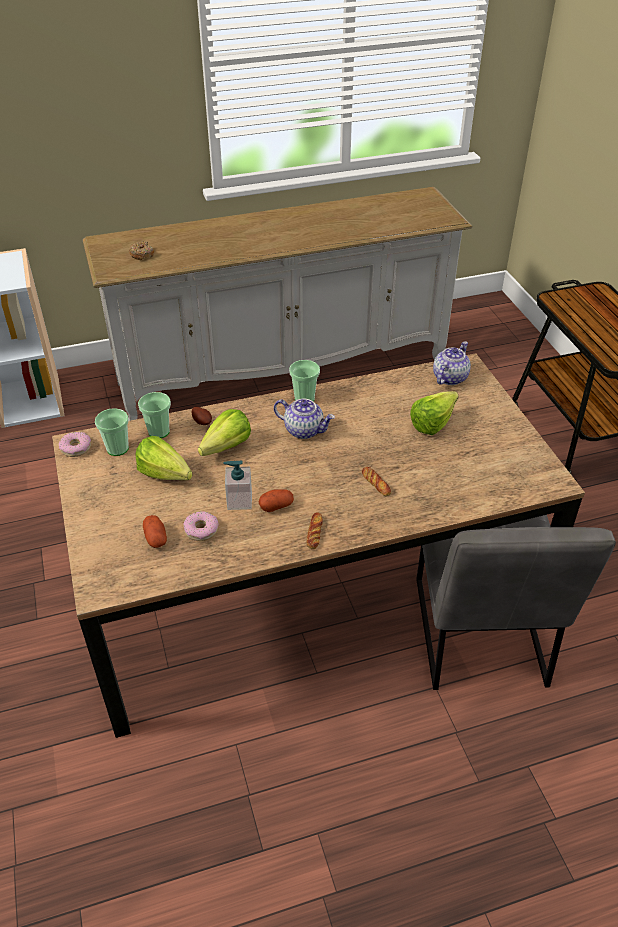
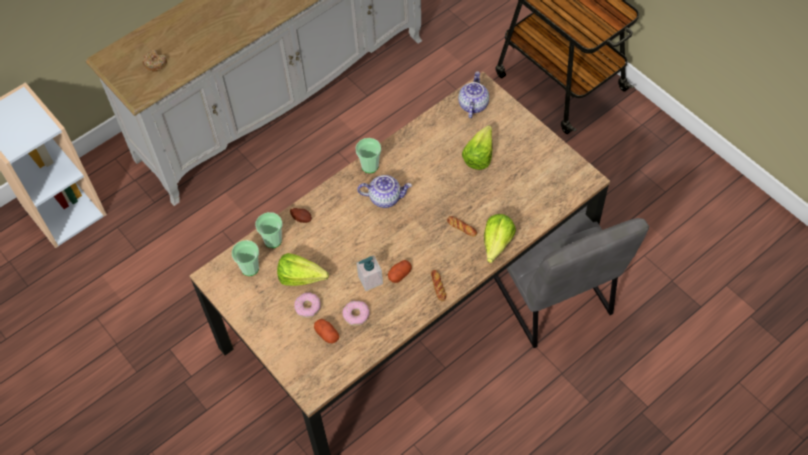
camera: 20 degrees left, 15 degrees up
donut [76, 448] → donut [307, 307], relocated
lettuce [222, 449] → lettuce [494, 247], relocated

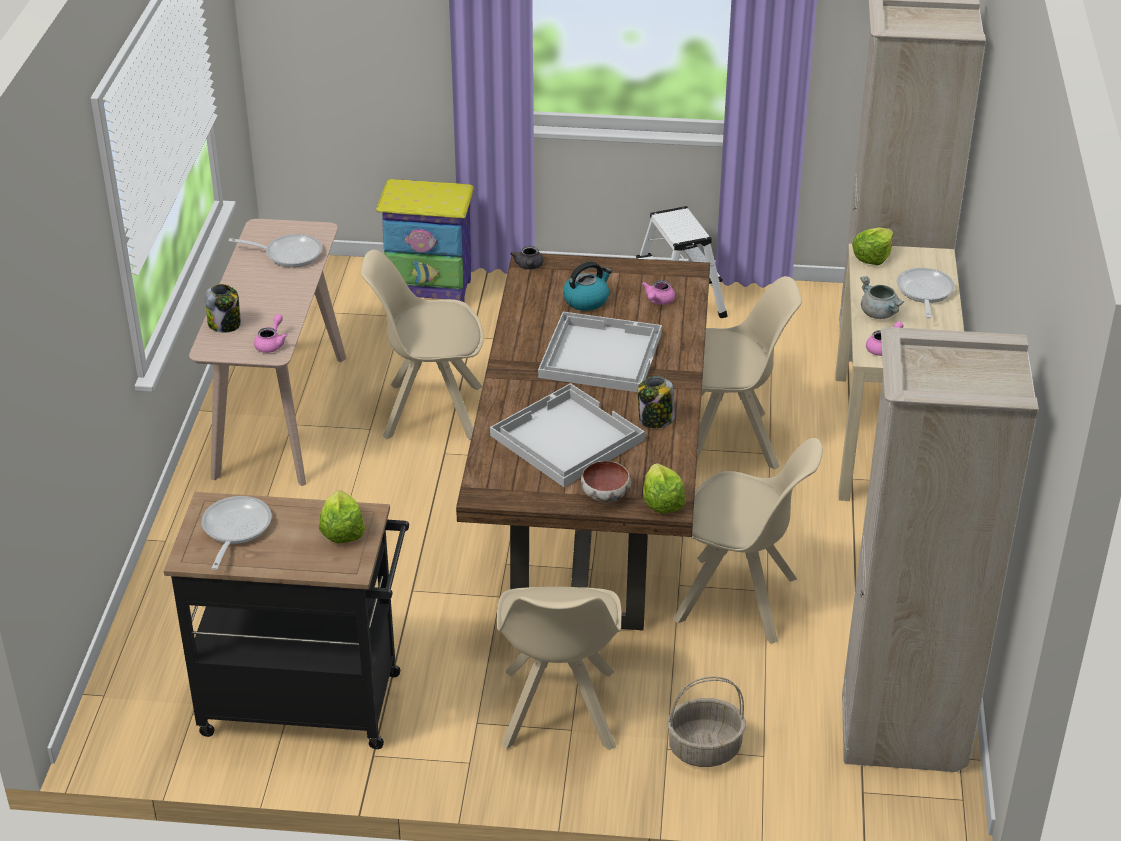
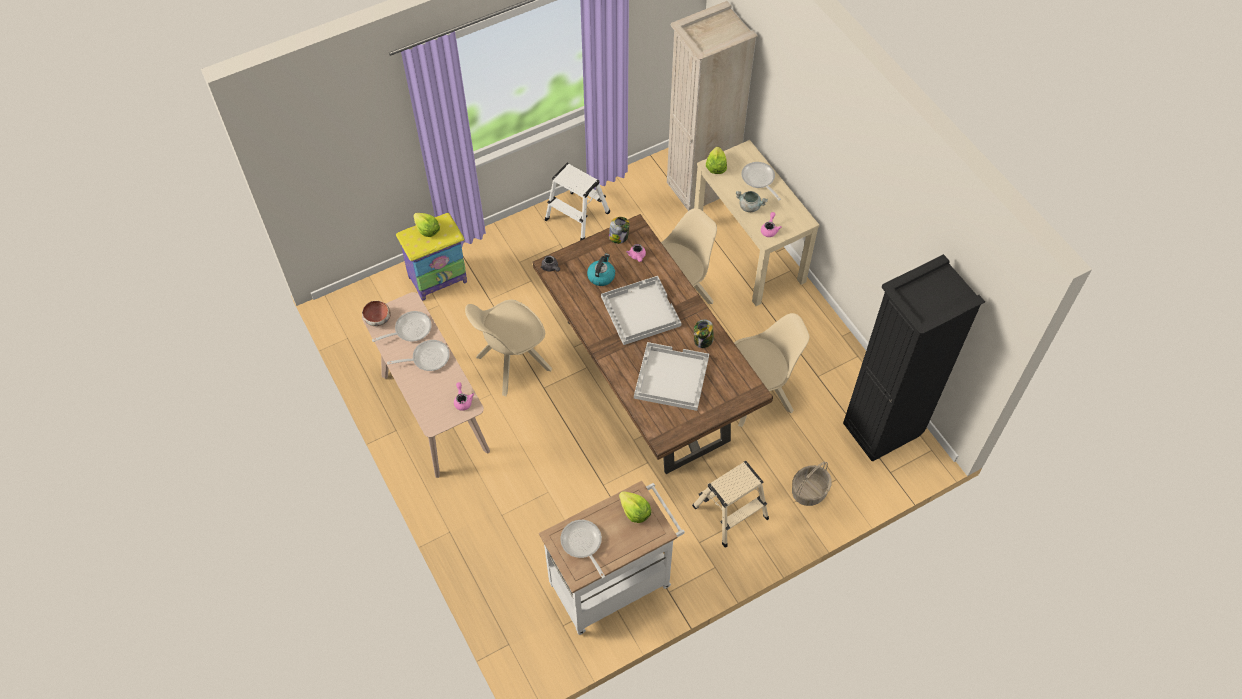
camera: 35 degrees left, 20 degrees up
serving_bowl [606, 495] → serving_bowl [378, 319], relocated
- → skillet [427, 358]
lettuce [661, 502] → lettuce [427, 230], relocated
black-coloured_wheeled_cart [307, 705] → white-coloured_wheeled_cart [613, 584]
storage_jar [225, 324] → storage_jar [619, 237], relocated
beige-coloured_chair [558, 711] → beige-coloured_stepladder [730, 512]
beige-coloured_cupboard [901, 733] → black-coloured_cupboard [882, 429]

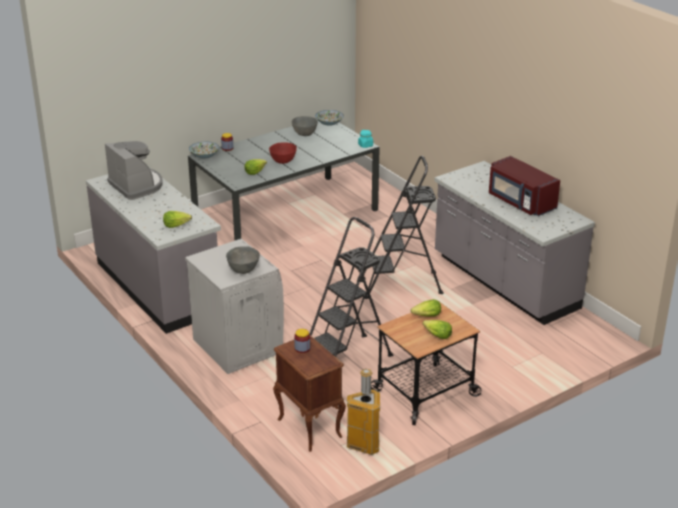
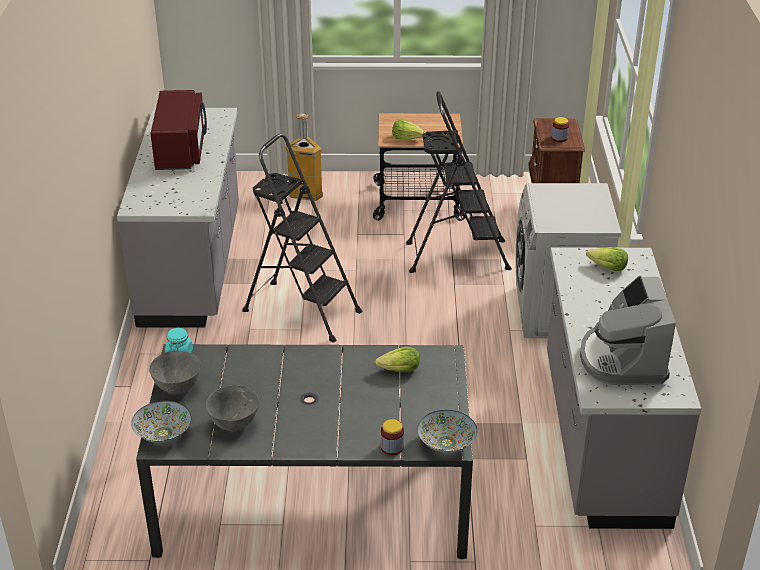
camera: 145 degrees left, 5 degrees up
greyish_serving_bowl [243, 270] → greyish_serving_bowl [178, 387], relocated
trash_can [363, 445] → trash_can [306, 195], relocated
red-coloured_serving_bowl [283, 162] → -
lettuce [437, 335] → -

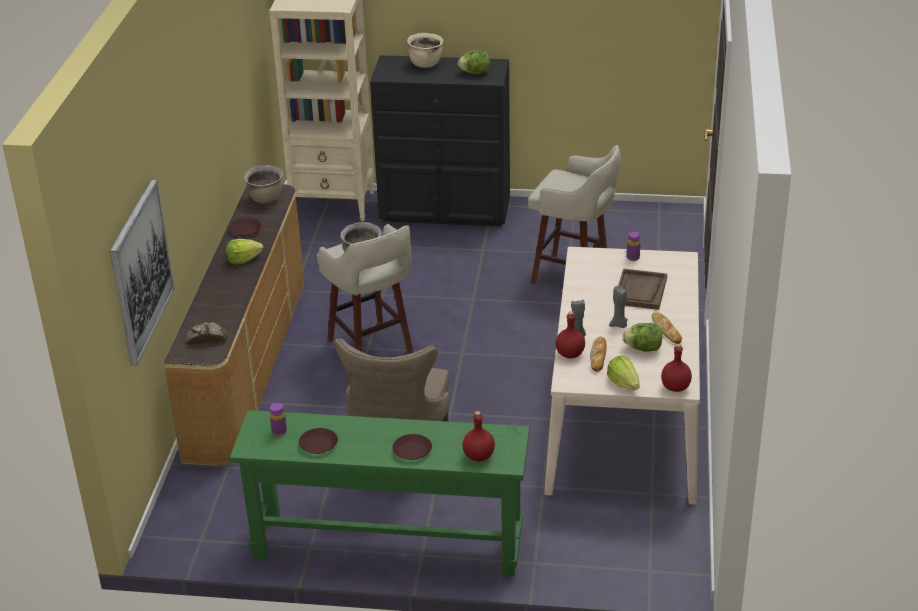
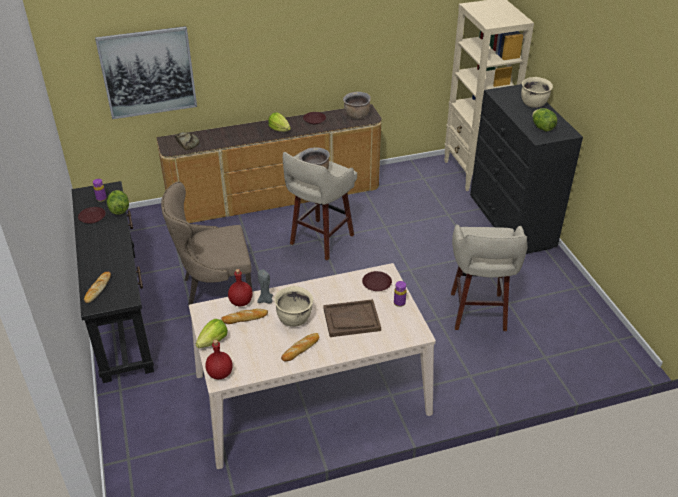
camera: 65 degrees right, 5 degrees up
green_hall_table [388, 543] → black-coloured_hall_table [120, 312]
red-coloured_beverage_bottle [478, 456] → baked_bread [98, 289]
lettuce [643, 348] → lettuce [119, 210], relocated
greyish_wax_light [619, 325] → beige-coloured_saucepot [294, 319]
brownish_dinner_plate [412, 451] → brownish_dinner_plate [377, 284], relocated

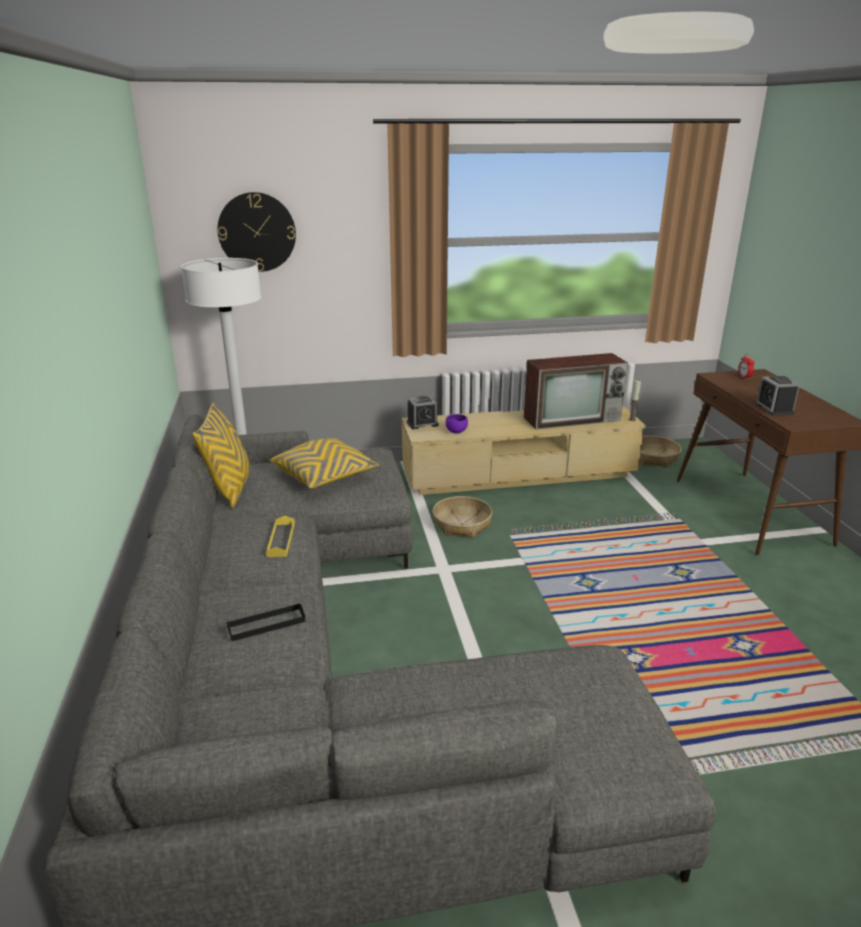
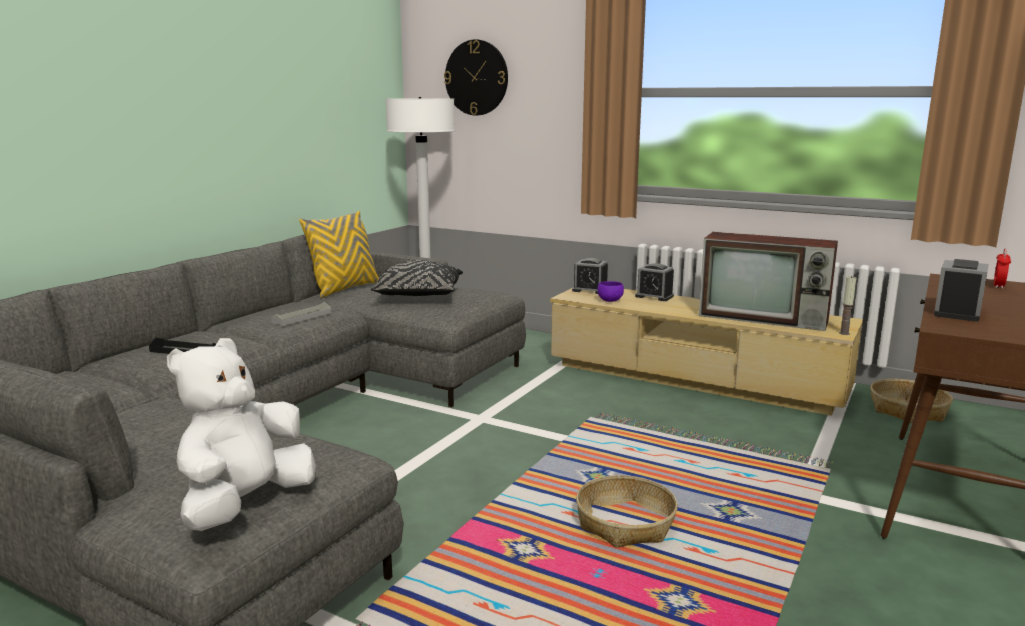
camera: 40 degrees right, 10 degrees down
- → white-coloured_soft_toy [245, 505]
yellowish_serving_tray [281, 540] → greyish_serving_tray [302, 317]
yellowish_pillow [325, 476] → black-coloured_pillow [419, 296]
household_basket [462, 524] → household_basket [625, 524], relocated
- → table_clock [654, 296]

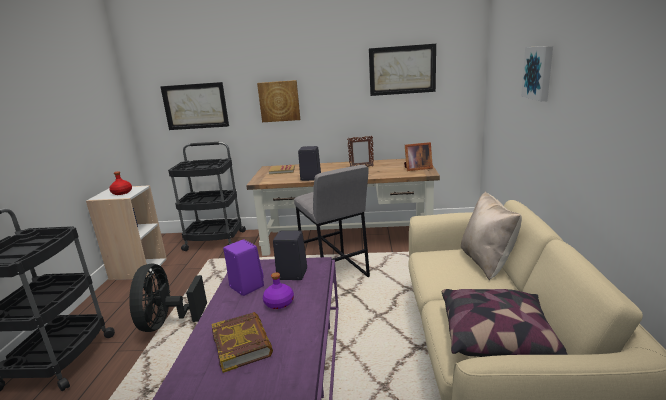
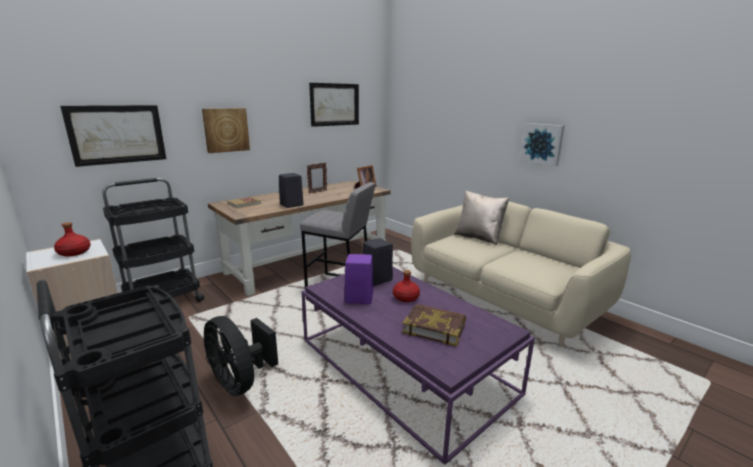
camera: 45 degrees left, 0 degrees up
purple-coloured_beverage_bottle [278, 303] → red-coloured_beverage_bottle [405, 298]
wall_picture [539, 72] → wall_picture [542, 144], relocated
pillow [497, 337] → -

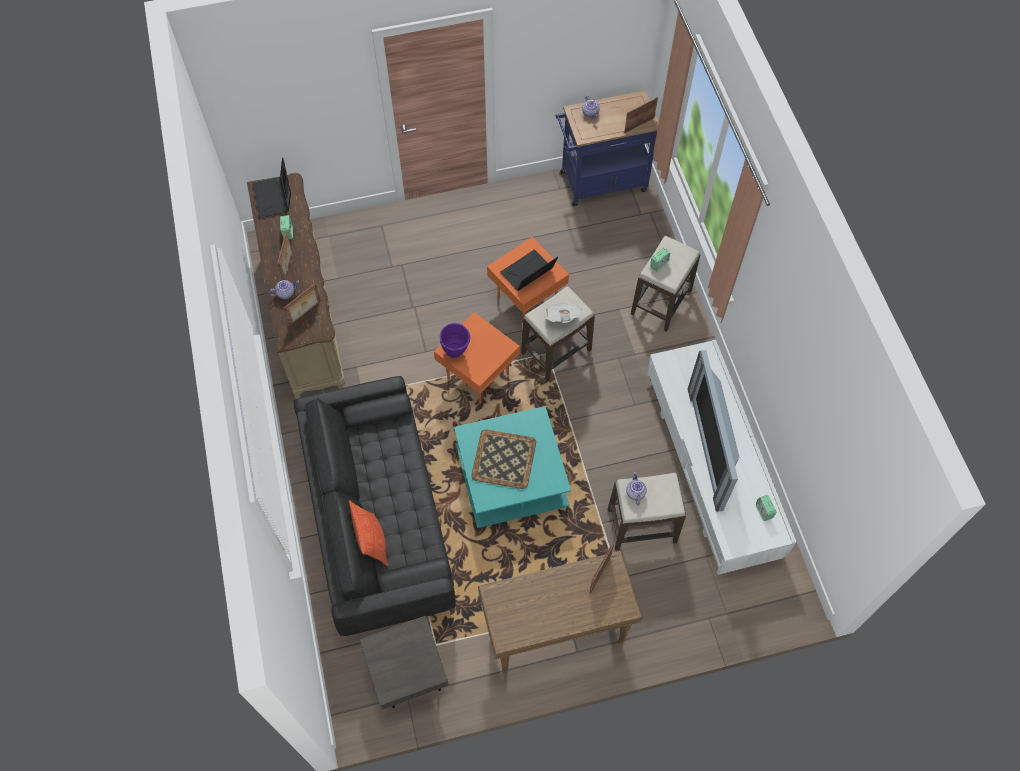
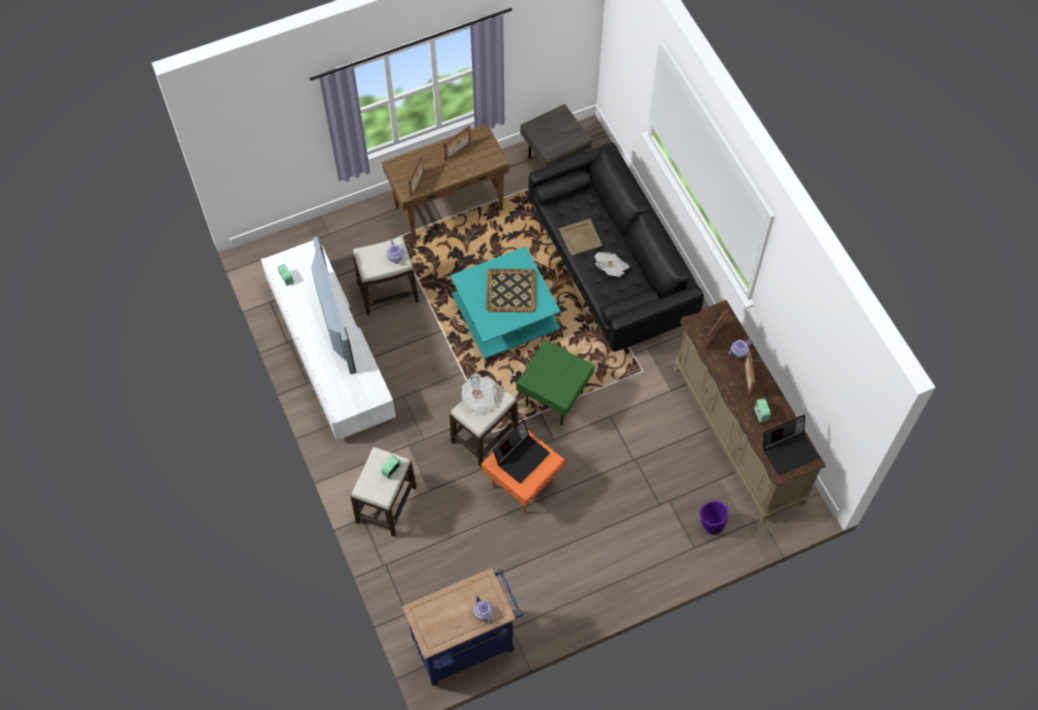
camera: 170 degrees right, 0 degrees up
photo_frame [639, 125] → photo_frame [458, 151], relocated
orangey_accent_table [478, 378] → green_accent_table [553, 397]
- → beige-coloured_serving_tray [581, 237]
- → printed_paper [611, 269]
purple-coloured_decorative_vase [456, 353] → purple-coloured_decorative_vase [710, 525], relocated
laptop [275, 197] → laptop [789, 450], 90 degrees clockwise
orangey_pillow [372, 542] → -

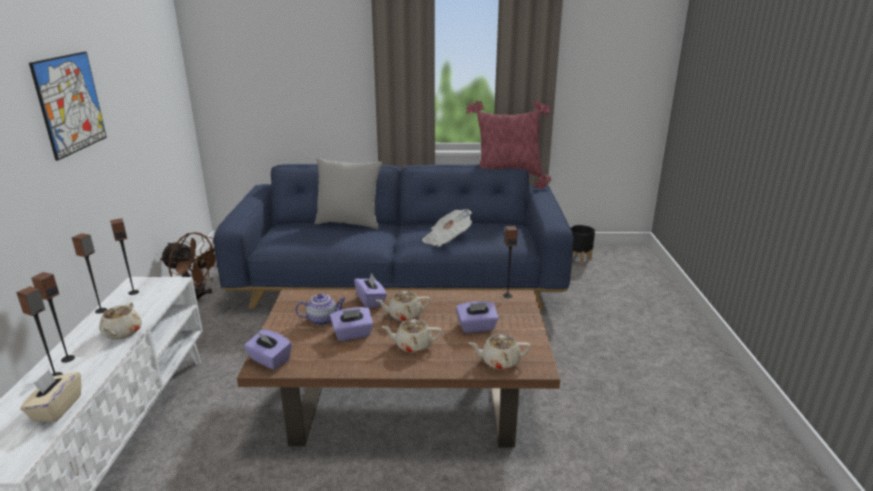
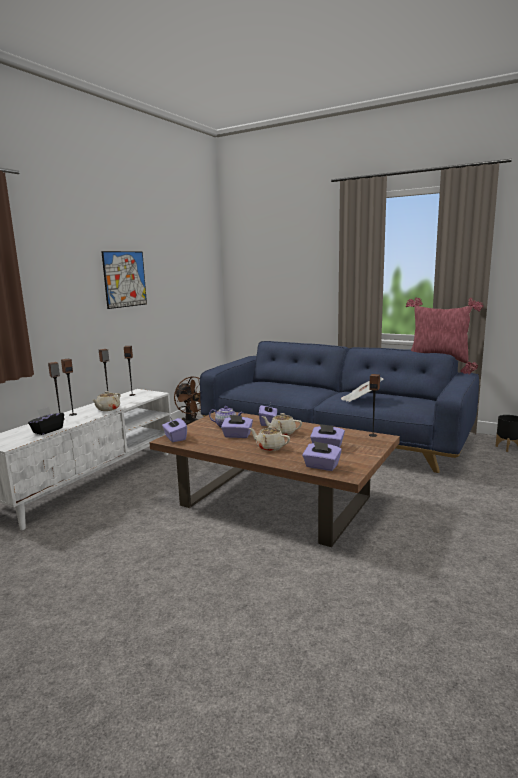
camera: 30 degrees right, 10 degrees down
beige-coloured_tissue_box [56, 408] → black-coloured_tissue_box [47, 430]
beige-coloured_tea_pot [499, 362] → purple-coloured_tissue_box [321, 466]
greyish_pillow [349, 223] → -

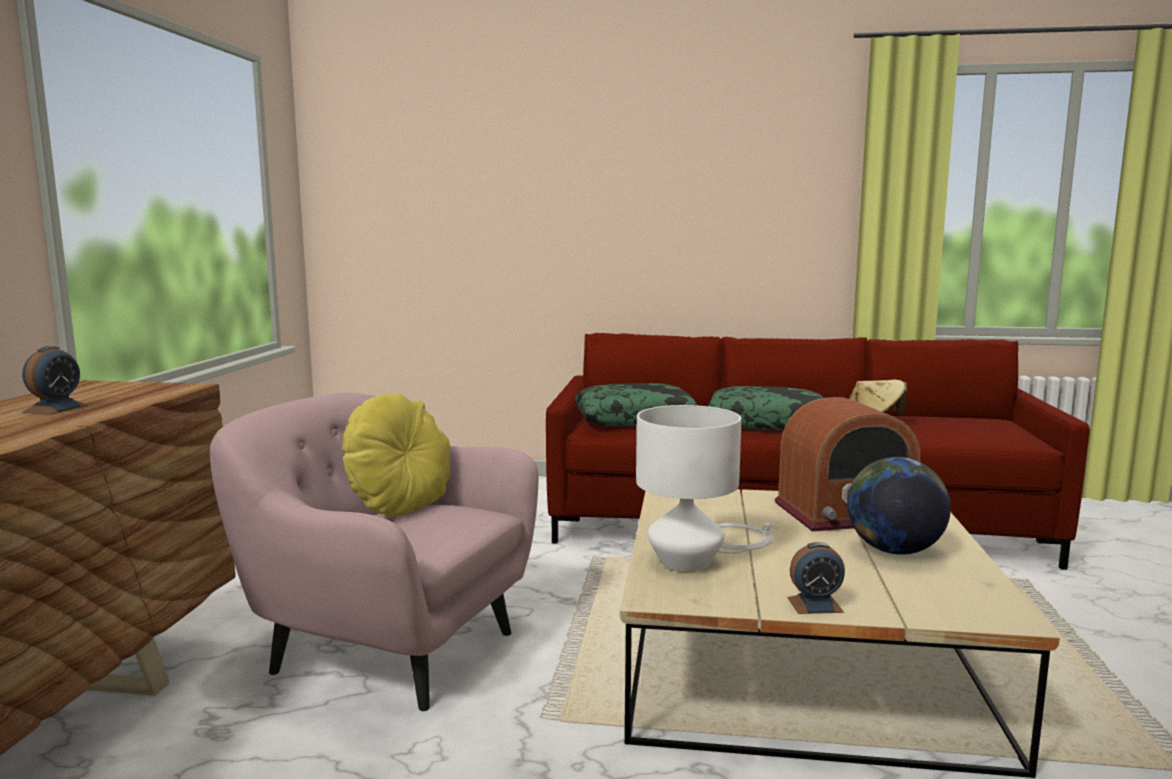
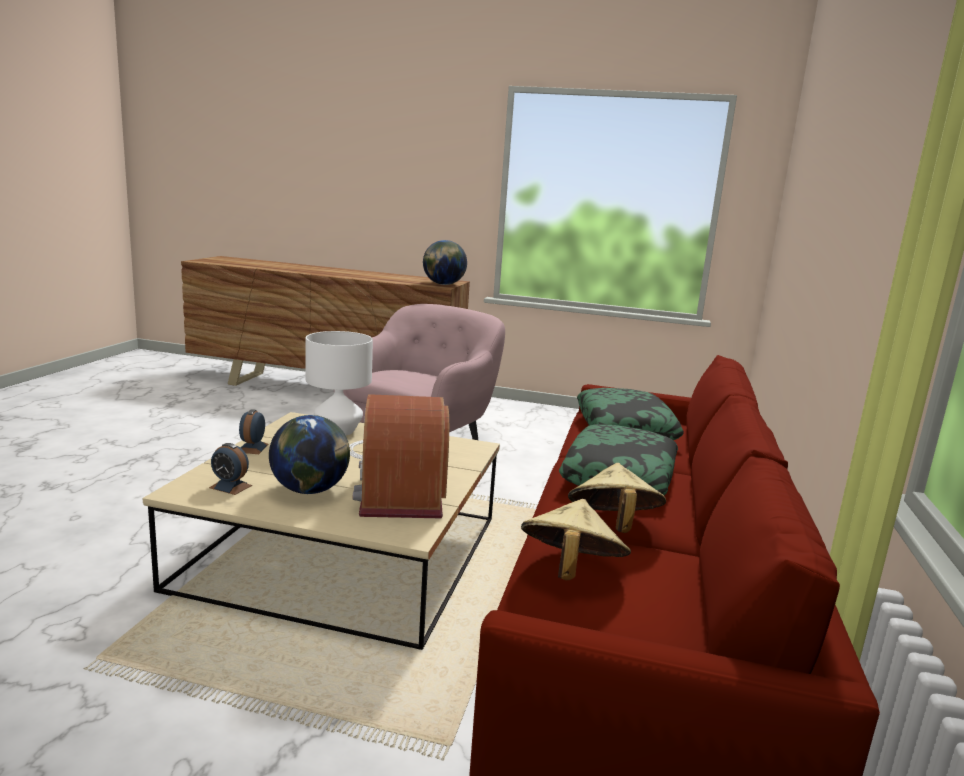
camera: 95 degrees right, 5 degrees up
table_clock [56, 409] → table_clock [230, 486], relocated
- → globe [443, 284]
- → beige-coloured_wearable_hat [570, 570]
yellowish_pillow [400, 509] → -

